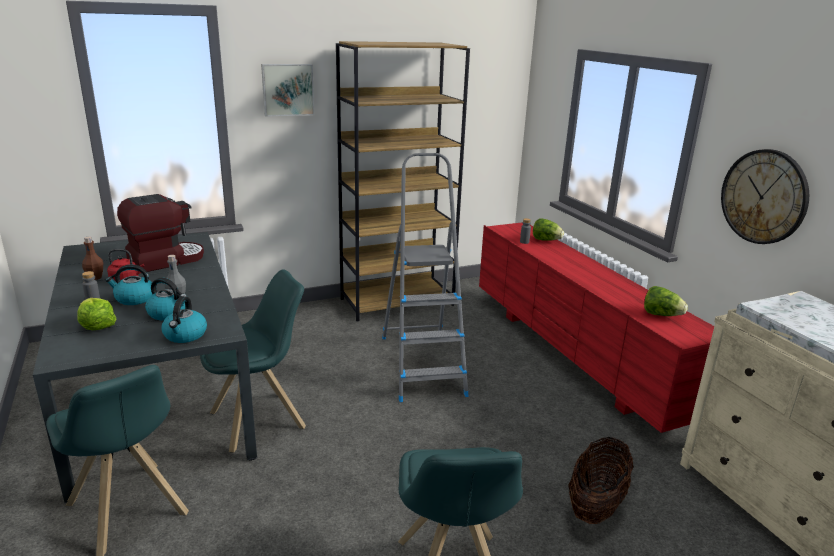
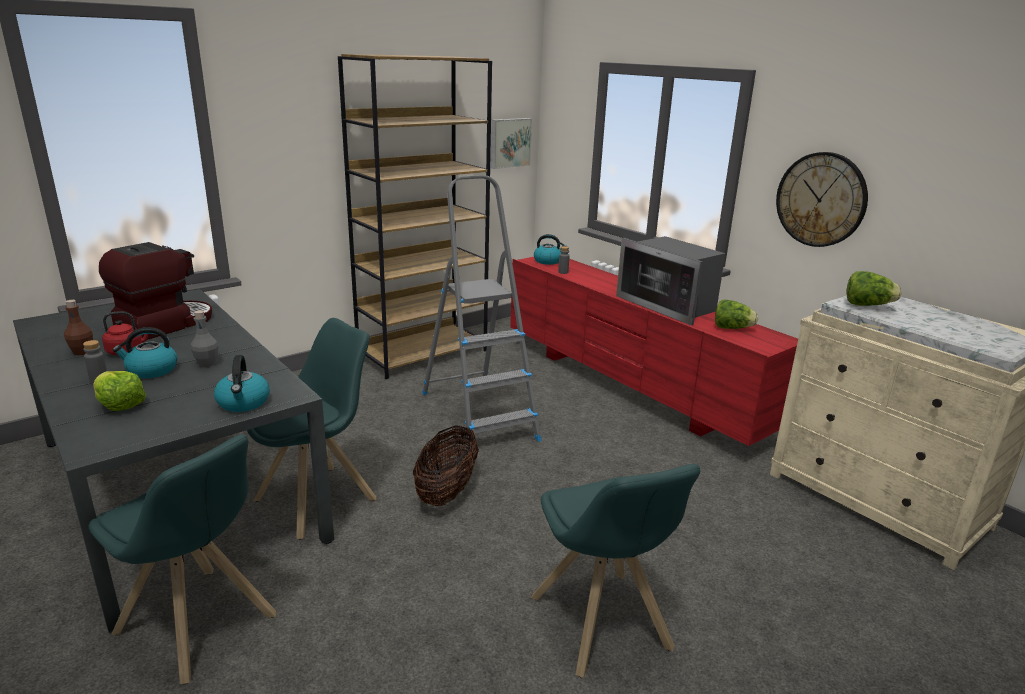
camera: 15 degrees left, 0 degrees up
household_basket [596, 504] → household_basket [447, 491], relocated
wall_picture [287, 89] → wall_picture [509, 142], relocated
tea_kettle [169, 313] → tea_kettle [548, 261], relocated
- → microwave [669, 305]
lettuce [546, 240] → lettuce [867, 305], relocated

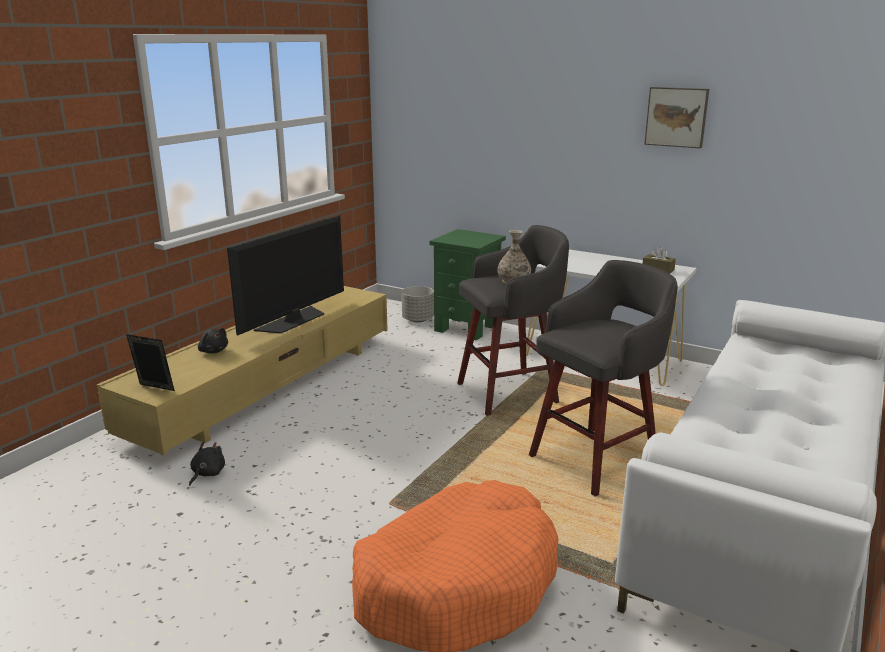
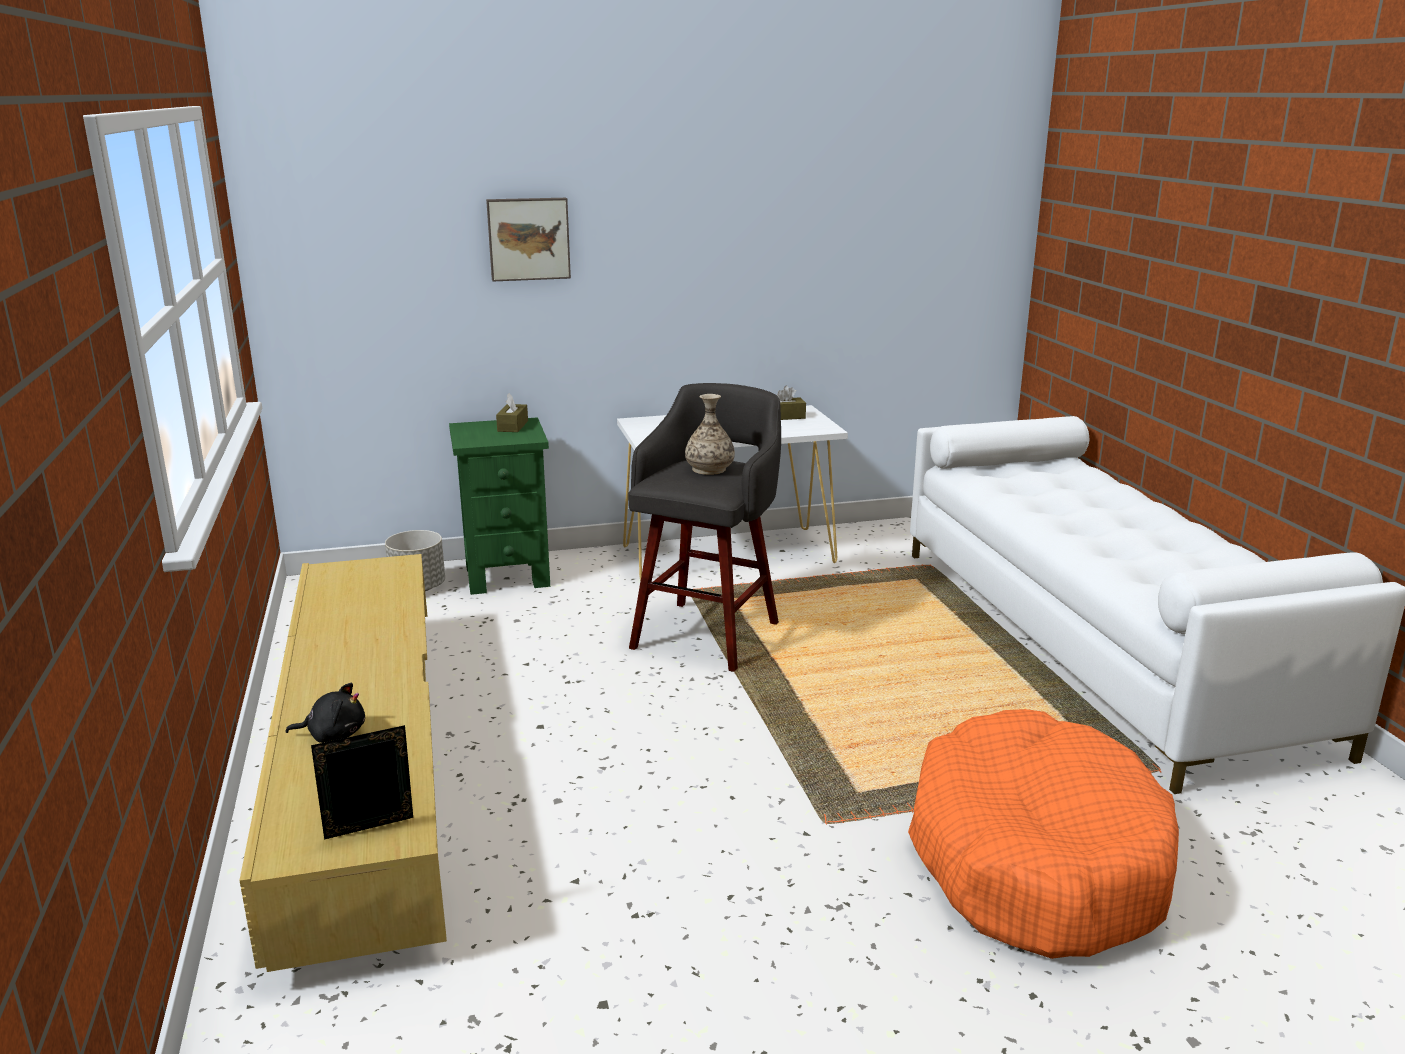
camera: 45 degrees left, 0 degrees up
wall_picture [676, 117] → wall_picture [528, 238], relocated
- → brownish_tissue_box [512, 426]
black-coloured_soft_toy [207, 474] → -
TV_set [293, 321] → -
greyish_stool_seat [596, 459] → -

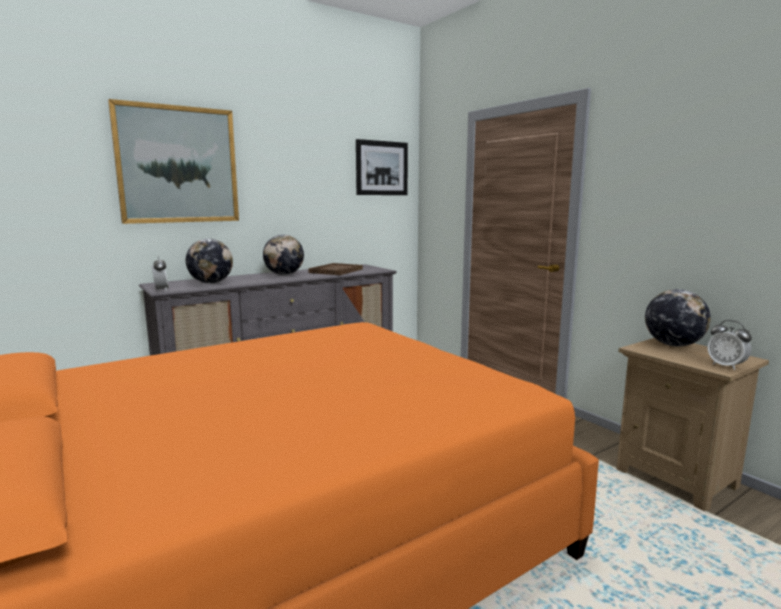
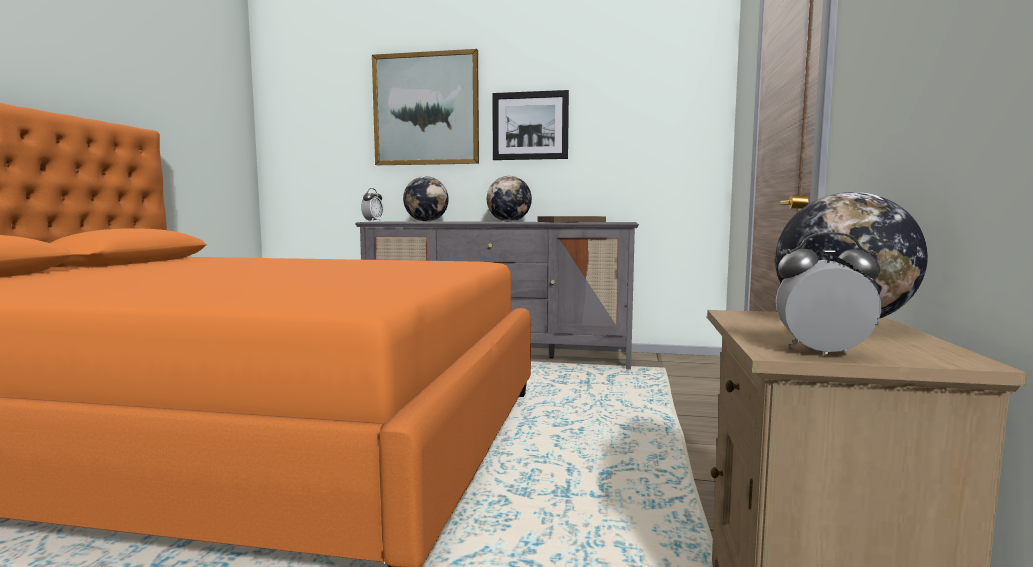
camera: 45 degrees right, 5 degrees down
wall_picture [382, 168] → wall_picture [530, 126], relocated
table_clock [726, 366] → table_clock [822, 352], 90 degrees clockwise

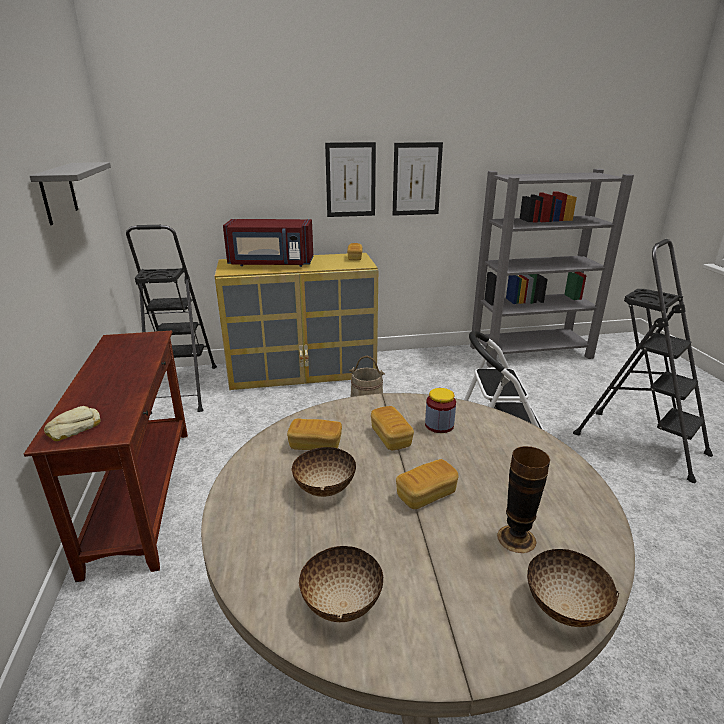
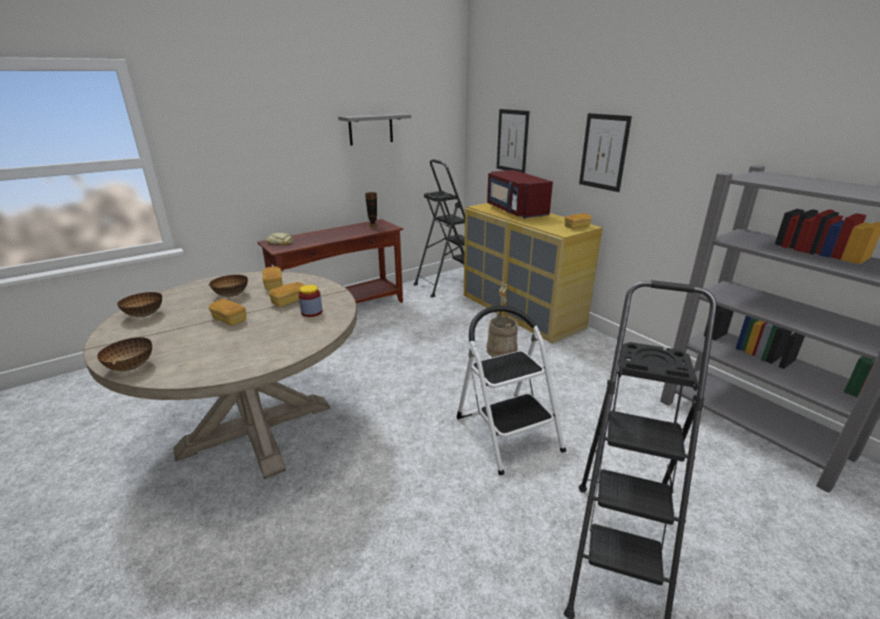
camera: 65 degrees right, 0 degrees up
decorative_vase [516, 538] → decorative_vase [373, 226], relocated
wall_picture [416, 179] → wall_picture [512, 141], relocated

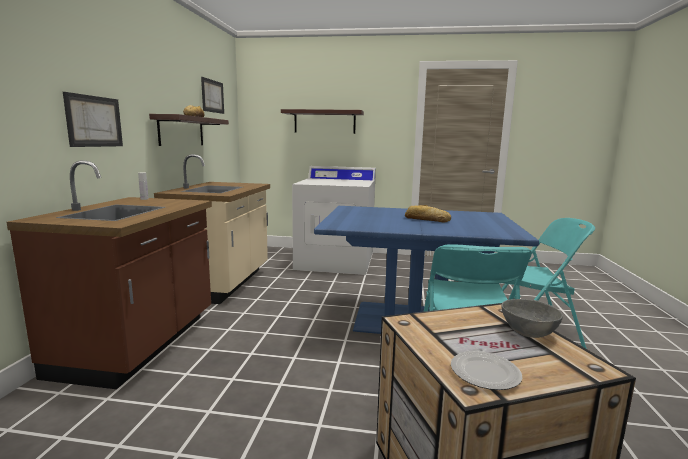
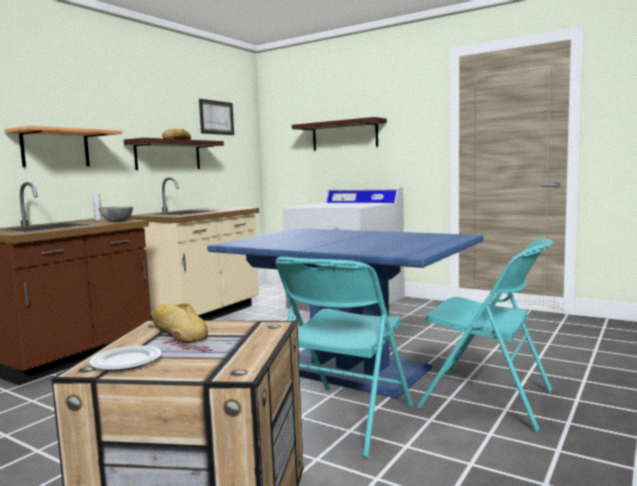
camera: 25 degrees right, 5 degrees down
wall_picture [94, 121] → bracket_shelf [55, 149]
greyish_serving_bowl [527, 333] → greyish_serving_bowl [116, 221], relocated
baked_bread [426, 219] → baked_bread [179, 333], relocated

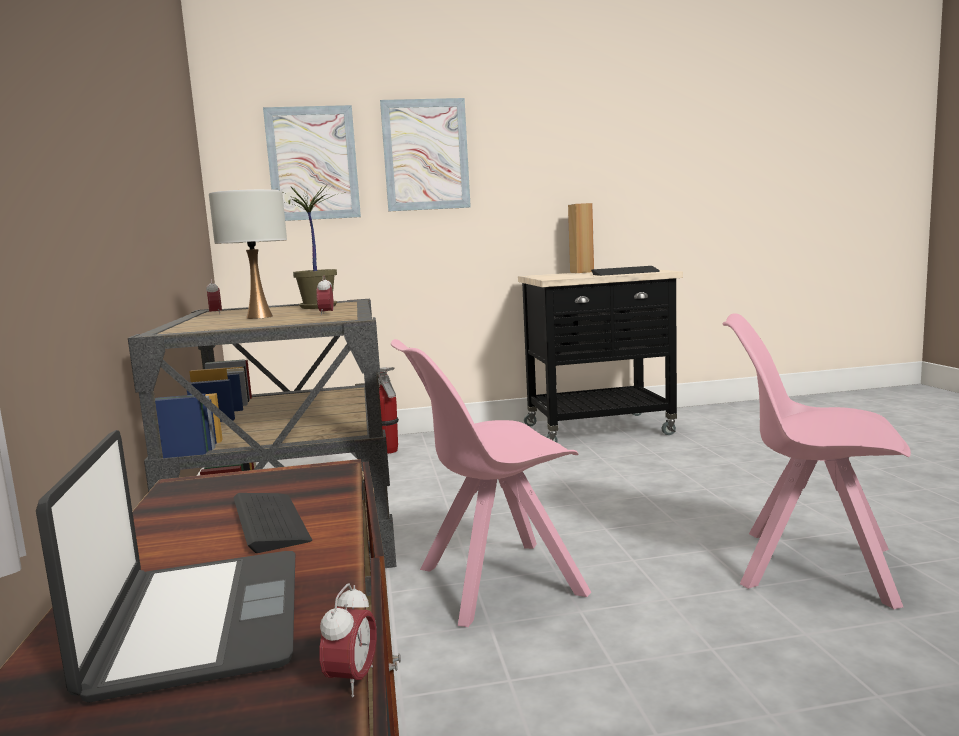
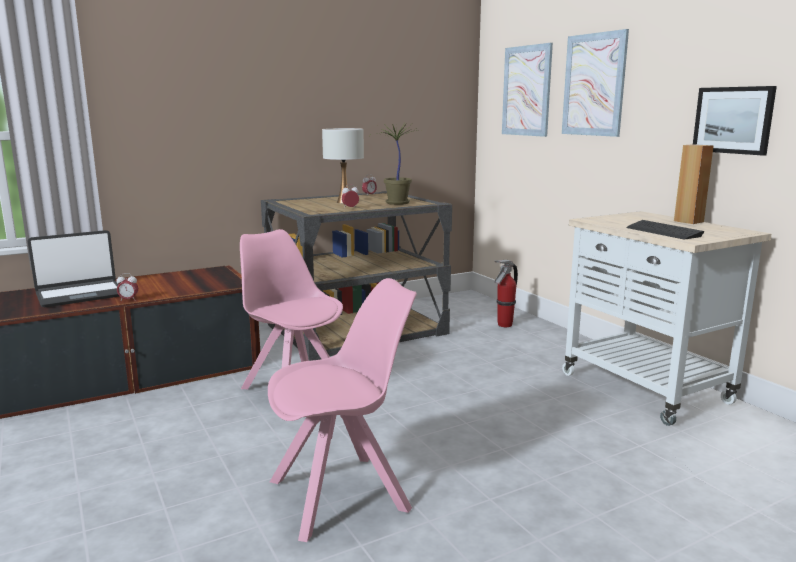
camera: 70 degrees right, 5 degrees up
table_clock [352, 680] → table_clock [128, 300], relocated
pinkish_chair [810, 566] → pinkish_chair [343, 494], 60 degrees clockwise
black-coloured_wheeled_cart [598, 429] → white-coloured_wheeled_cart [646, 389]
- → wall_picture [733, 120]
PC_keyboard [270, 522] → -

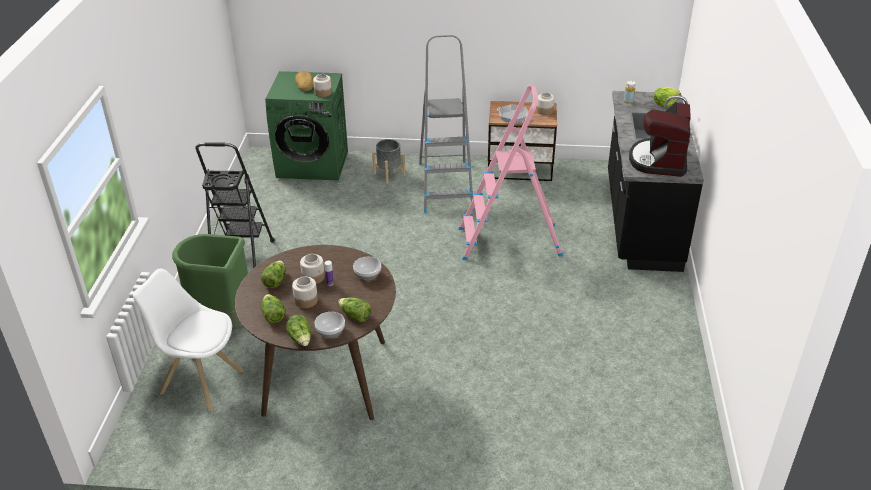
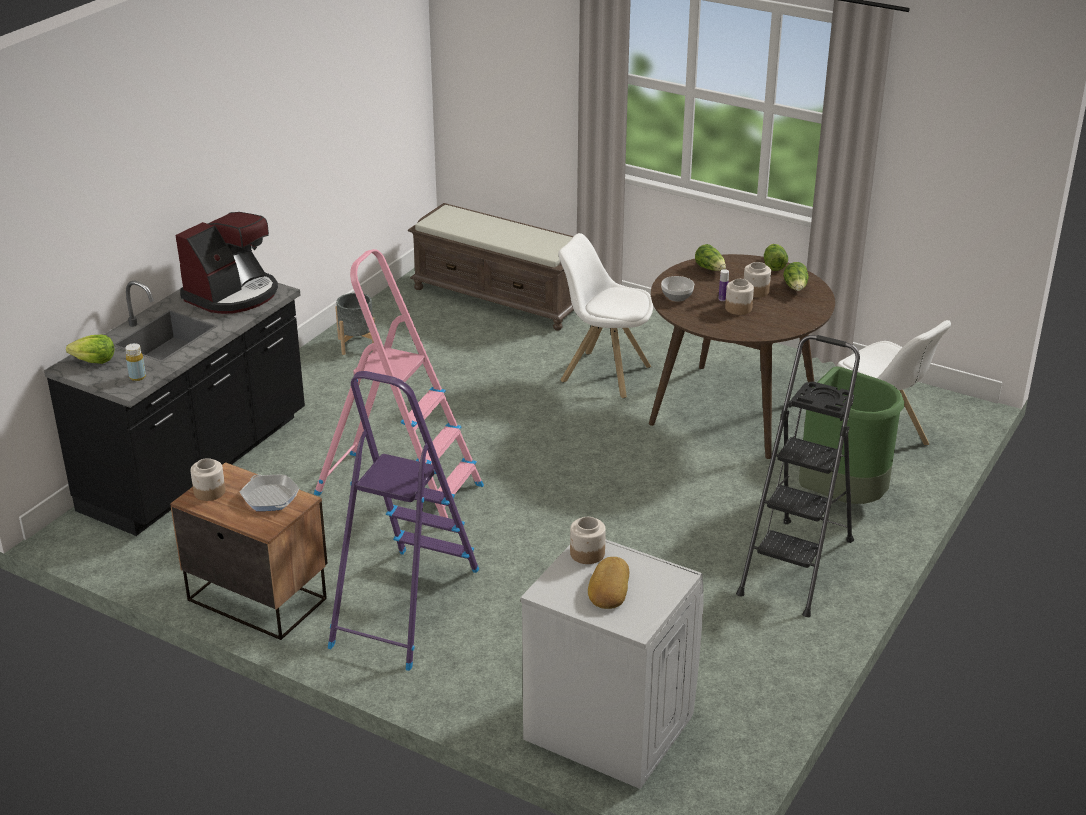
camera: 155 degrees left, 5 degrees down
greyish_stepladder [445, 186] → purple-coloured_stepladder [406, 606]
greyish_flower_pot [389, 174] → greyish_flower_pot [356, 344], relocated
- → brownish_long_seat [501, 298]
green_laundry_machine [313, 166] → white-coloured_laundry_machine [608, 728]
- → white-coloured_chair [604, 374]
lettuce [275, 280] → -
serving_bowl [330, 331] → -

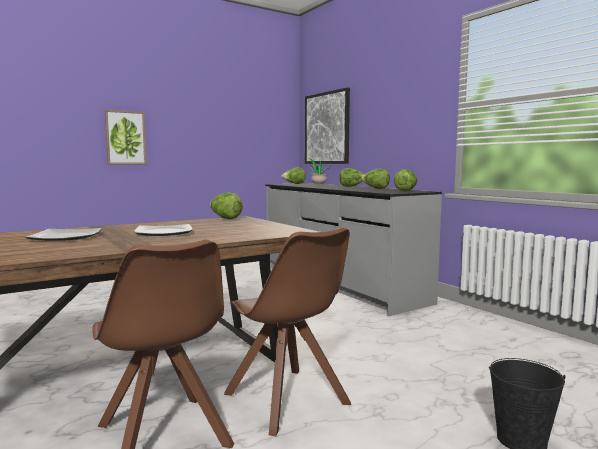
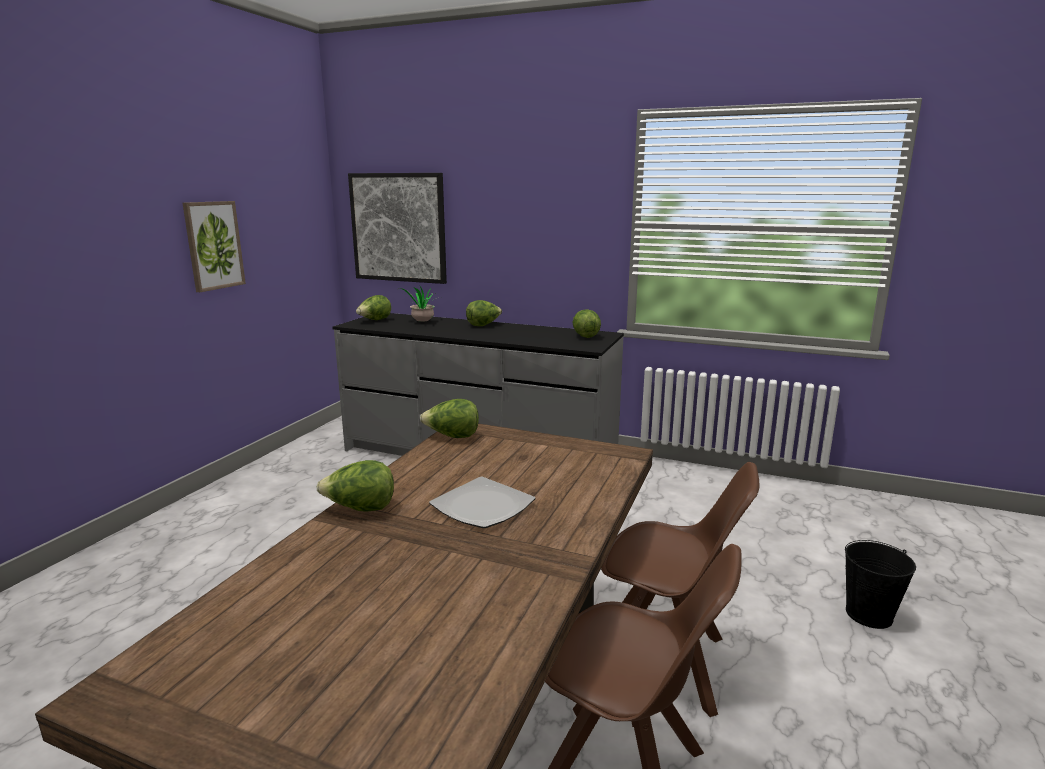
camera: 35 degrees left, 10 degrees up
wall_picture [125, 138] → wall_picture [213, 245], relocated
lettuce [375, 188] → lettuce [360, 509], relocated
dinner_plate [65, 237] → -

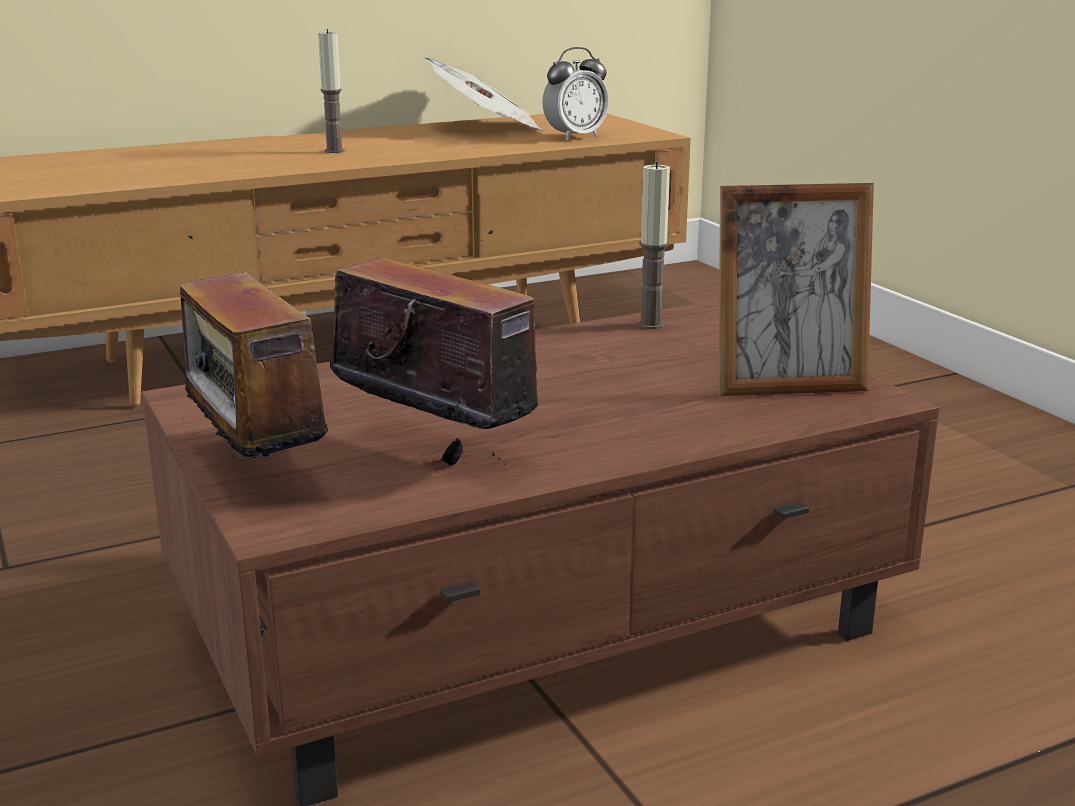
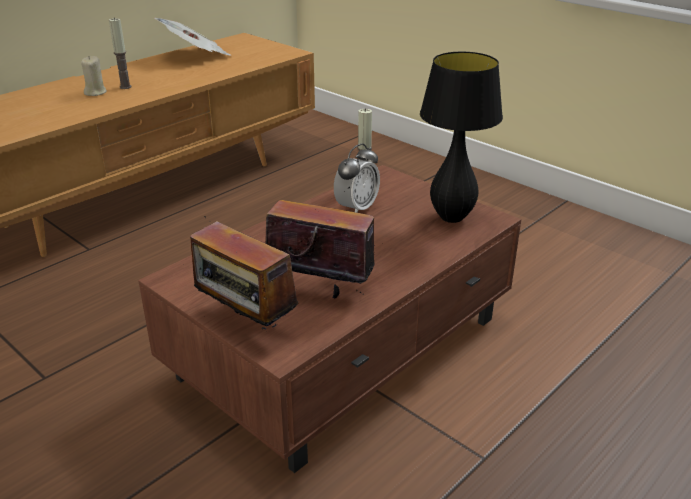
camera: 20 degrees left, 10 degrees up
- → beige-coloured_wax_light [95, 92]
table_clock [575, 137] → table_clock [356, 208], relocated
photo_frame [787, 386] → black-coloured_tabletop_lamp [451, 217]

